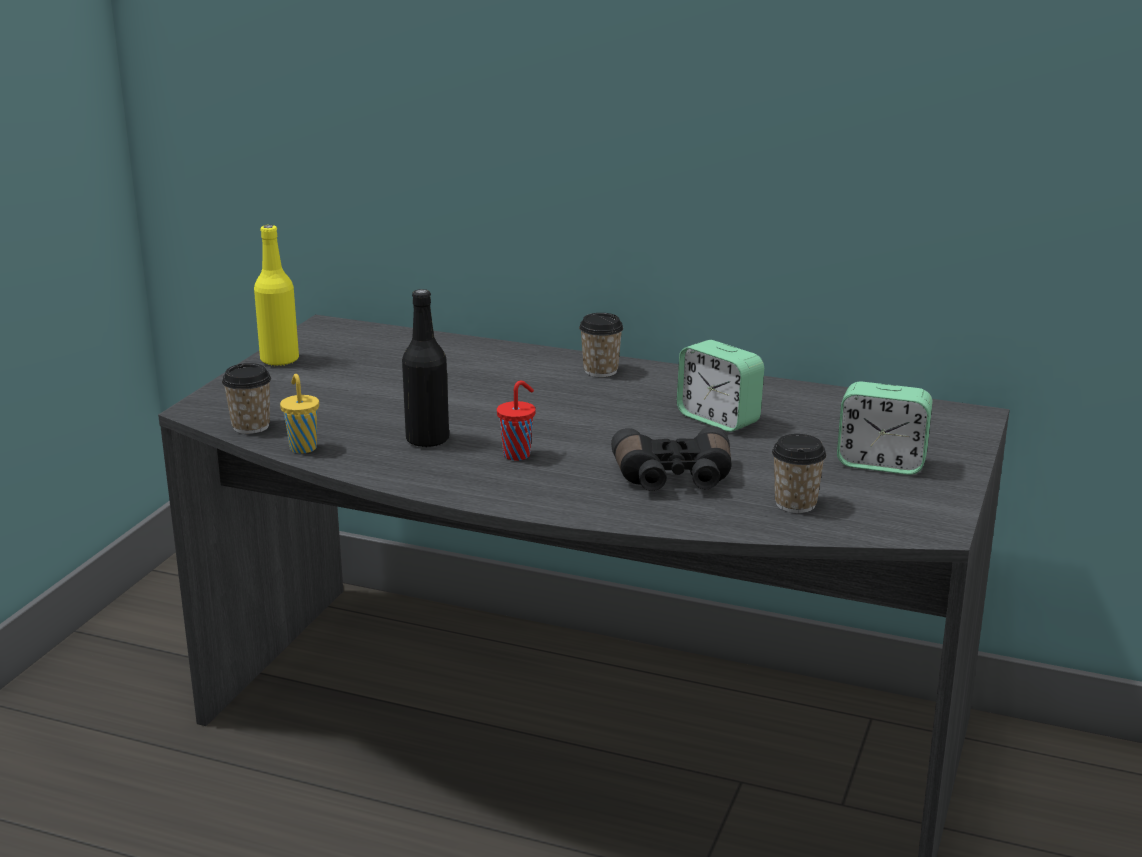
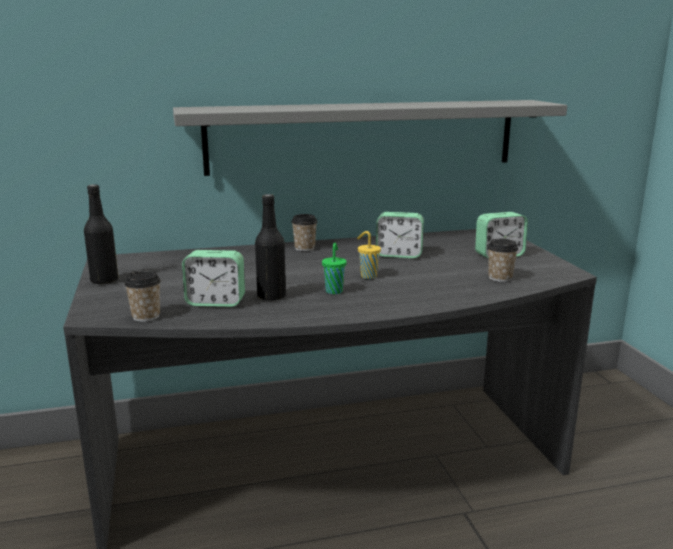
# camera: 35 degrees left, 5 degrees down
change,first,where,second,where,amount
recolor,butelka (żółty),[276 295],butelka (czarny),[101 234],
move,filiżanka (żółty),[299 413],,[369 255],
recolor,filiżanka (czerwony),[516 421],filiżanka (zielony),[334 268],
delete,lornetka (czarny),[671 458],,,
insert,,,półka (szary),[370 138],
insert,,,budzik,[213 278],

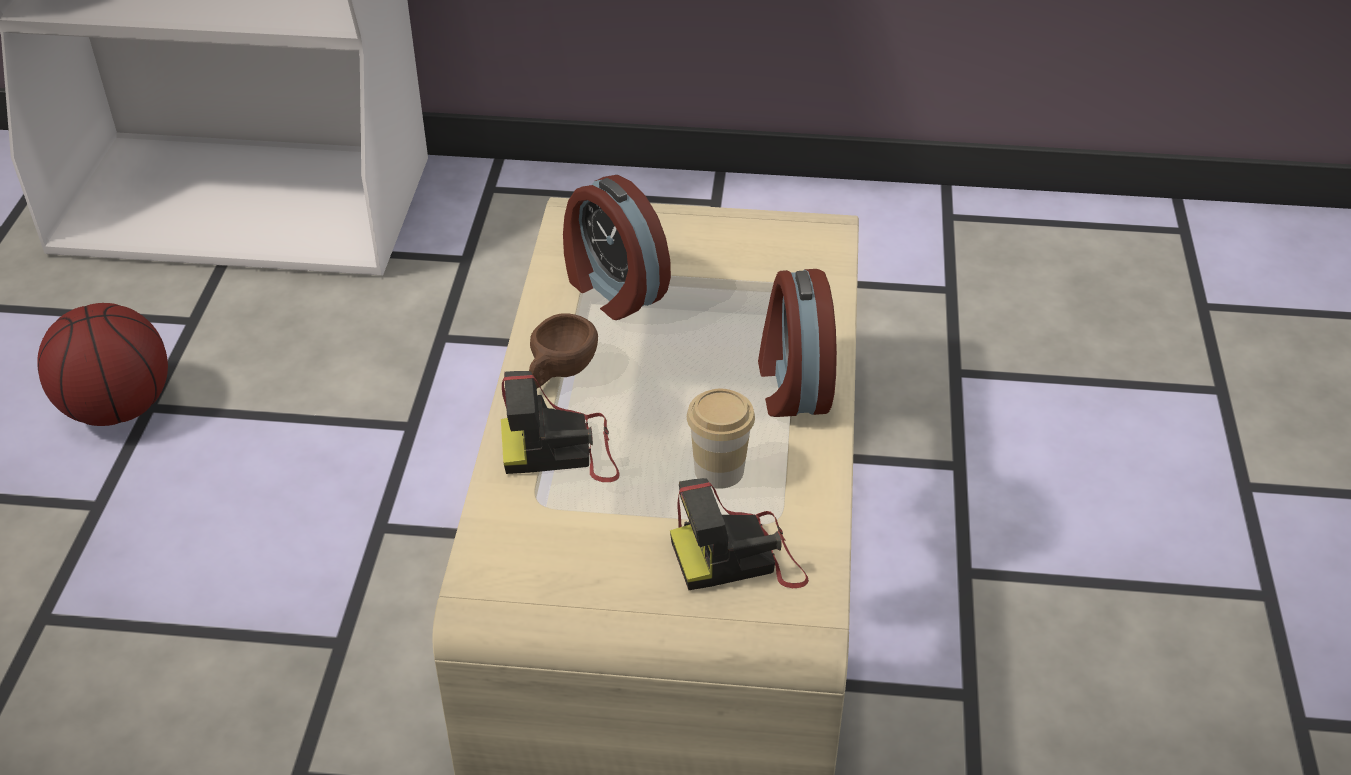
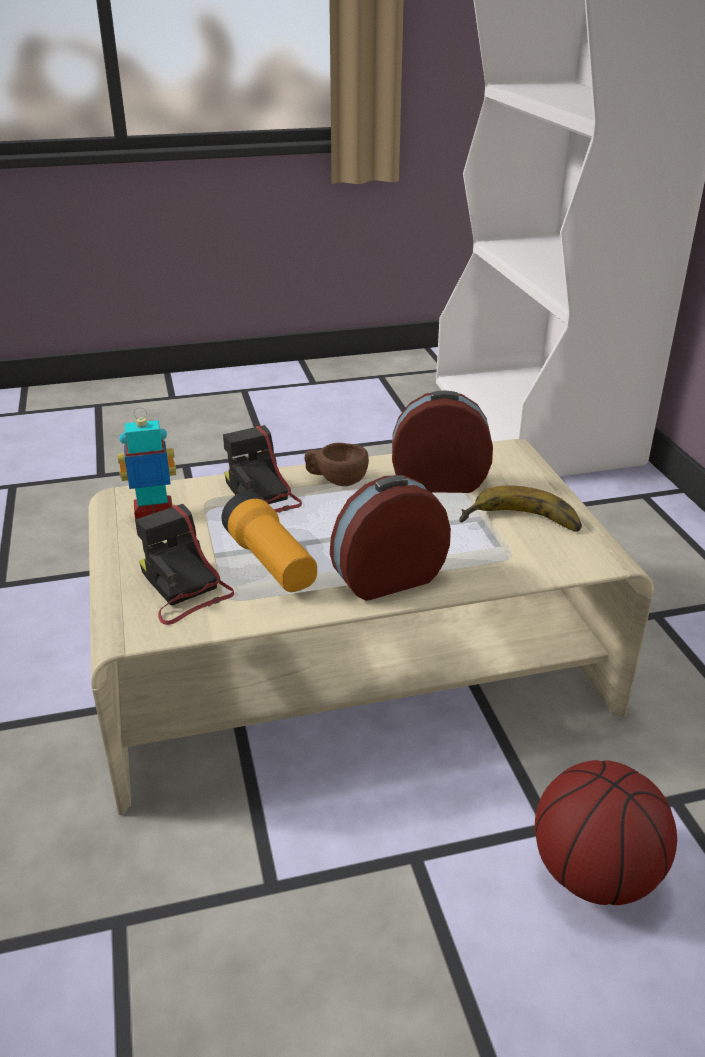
# camera: 70 degrees right, 10 degrees down
change,first,where,second,where,amount
rotate,budzik,[617 247],,[442 441],60 degrees clockwise
move,piłka do koszykówki,[102 364],,[606 832],
replace,filiżanka,[721 439],latarka,[269 542],
insert,,,robot zabawkowy,[146 463],
insert,,,banan,[520 509],

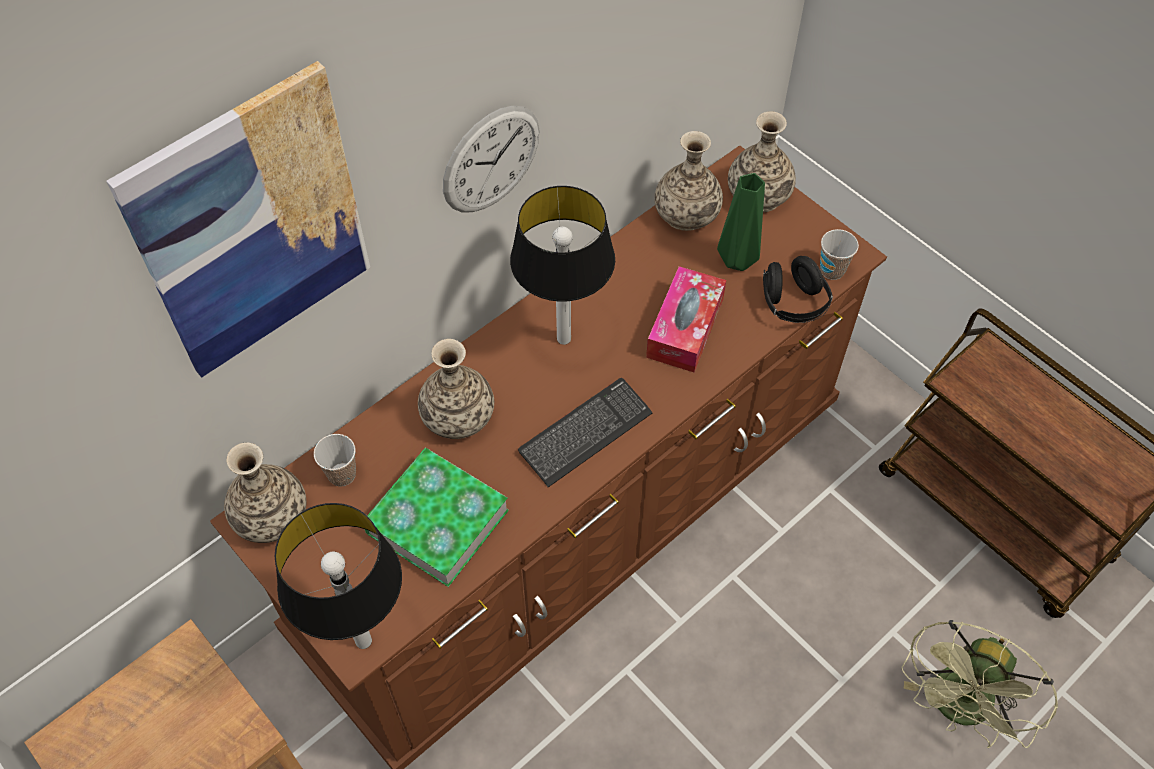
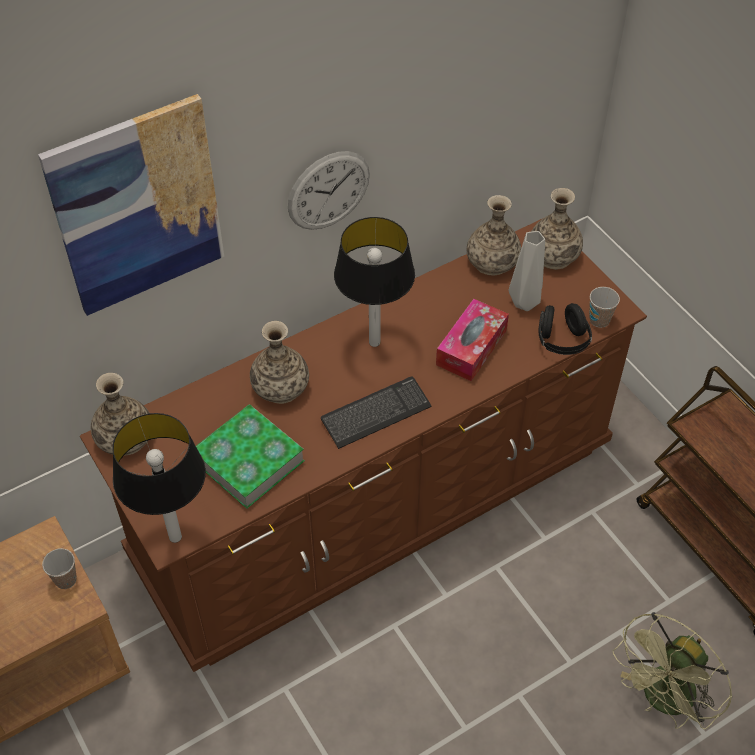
# camera: 10 degrees right, 5 degrees down
change,first,where,second,where,amount
recolor,wazon (zielony),[741 222],wazon (szary),[527 271],
move,filiżanka,[335 460],,[59 568],

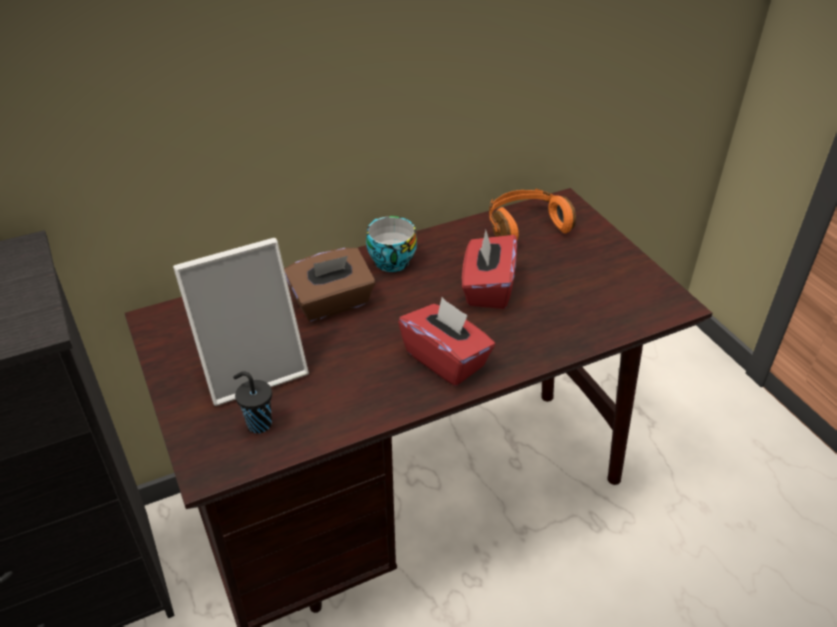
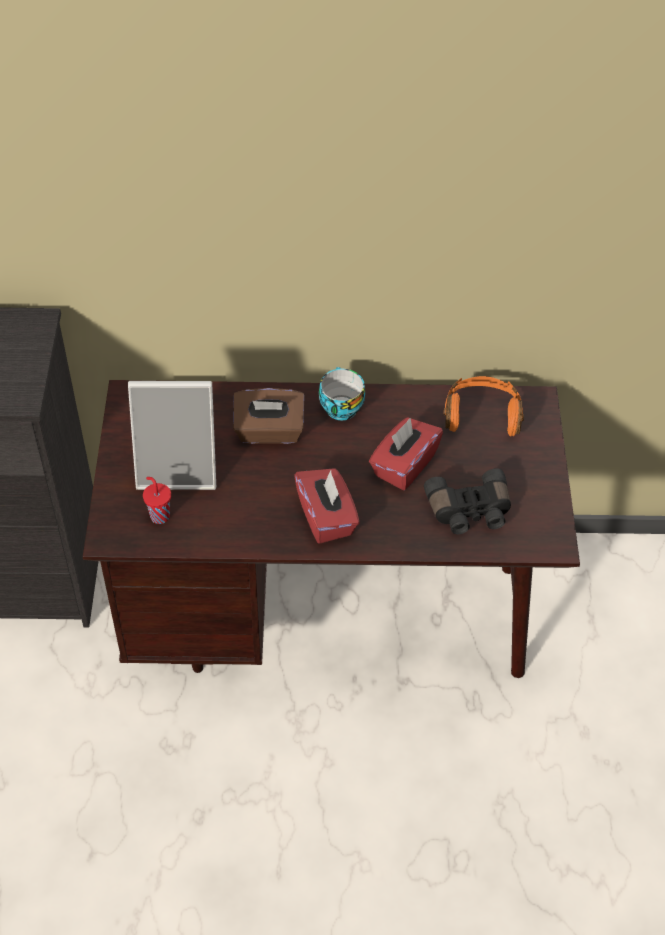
# camera: 25 degrees right, 10 degrees up
change,first,where,second,where,amount
recolor,filiżanka (czarny),[252 402],filiżanka (czerwony),[157 500],
insert,,,lornetka (czarny),[467 501],

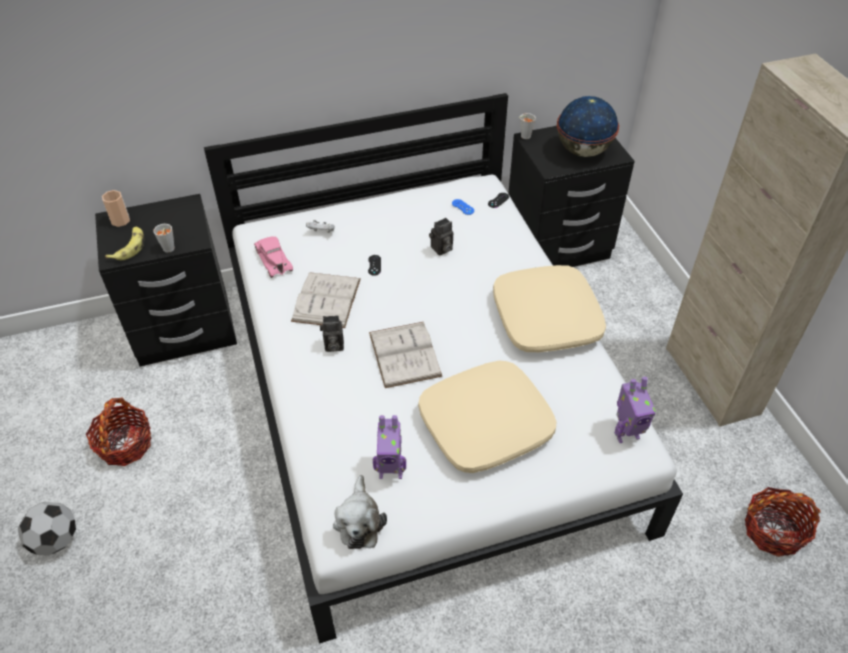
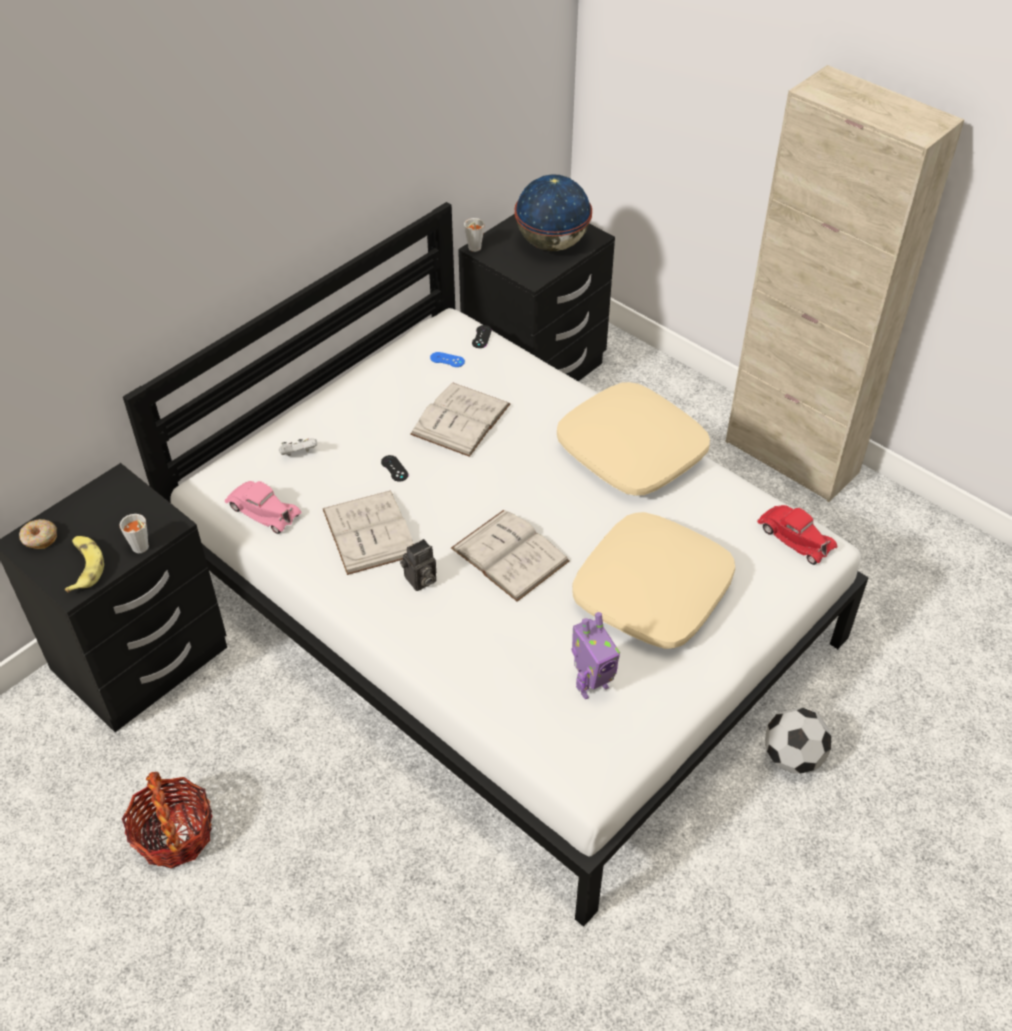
# camera: 30 degrees left, 0 degrees up
change,first,where,second,where,amount
replace,filiżanka,[116 208],donut,[38 534],
replace,aparat fotograficzny,[441 236],książka (biały),[460 419],
replace,robot zabawkowy,[635 410],samochodzik (czerwony),[797 535],
delete,pluszak,[360 512],,,
delete,koszyk,[783 522],,,
move,piłka futbolowa,[47 528],,[798 741],

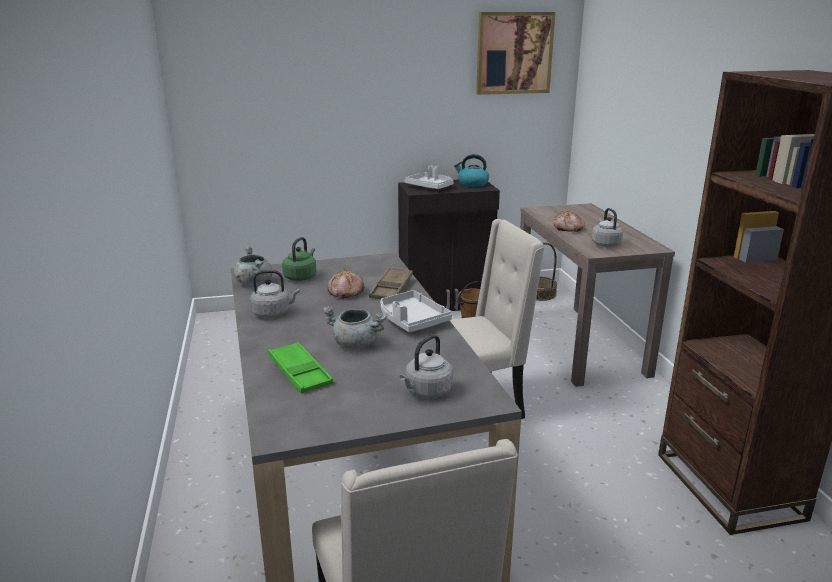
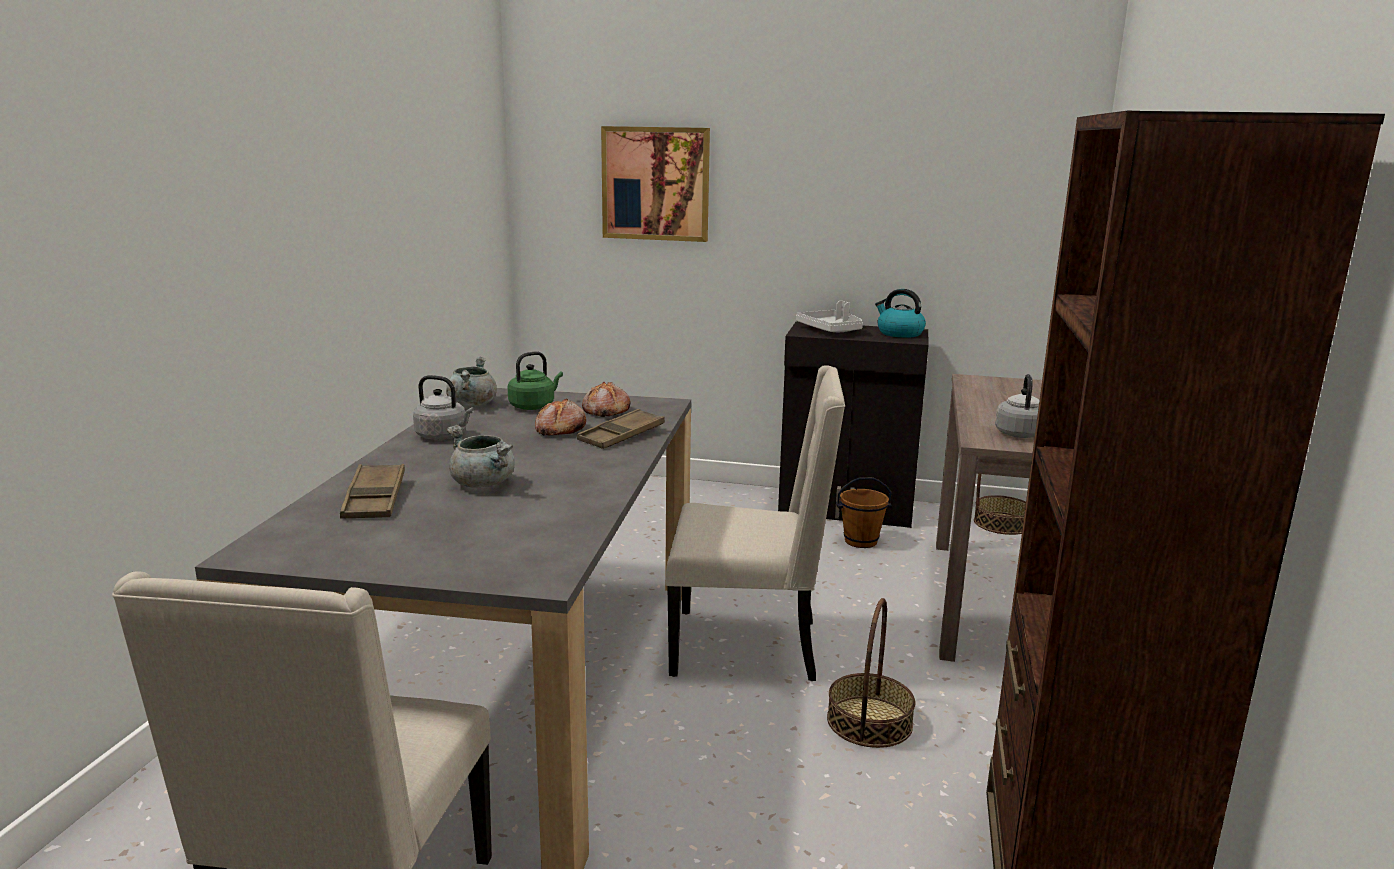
# camera: 25 degrees right, 5 degrees down
change,first,where,second,where,amount
move,obraz,[515 53],,[655 184],
move,chleb,[569 221],,[606 399],
delete,taca (szary),[416 311],,,
delete,czajnik (szary),[426 366],,,
recolor,taca (zielony),[300 367],taca (brązowy),[372 491],
insert,,,koszyk,[871 673],

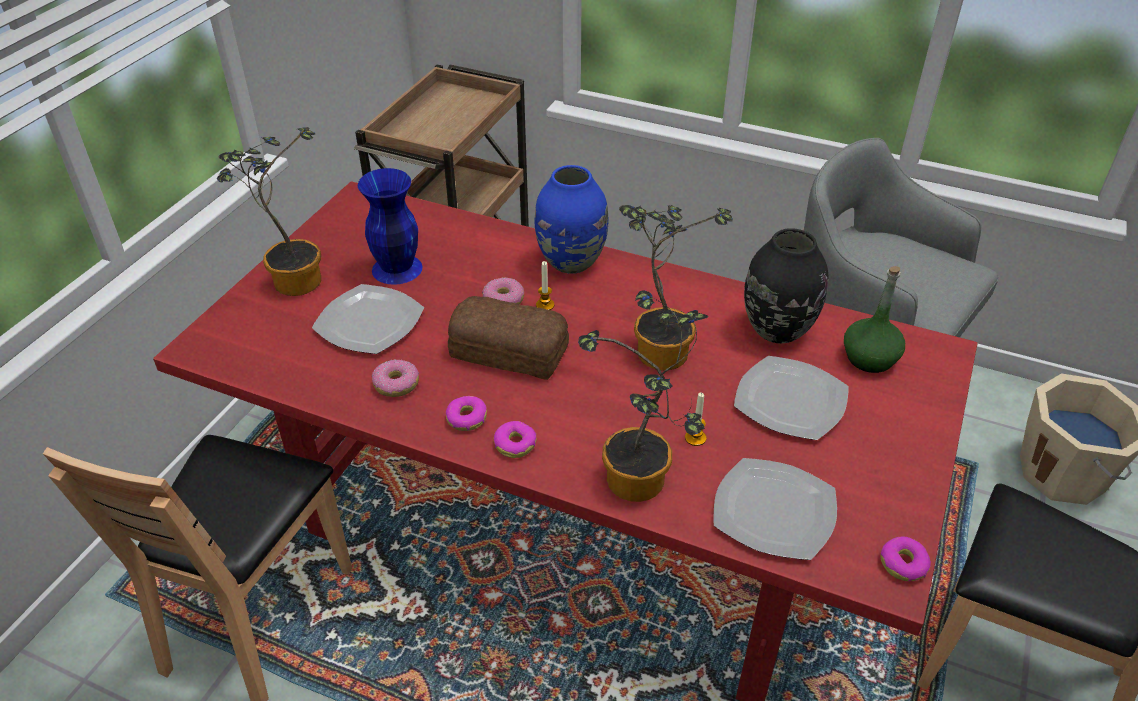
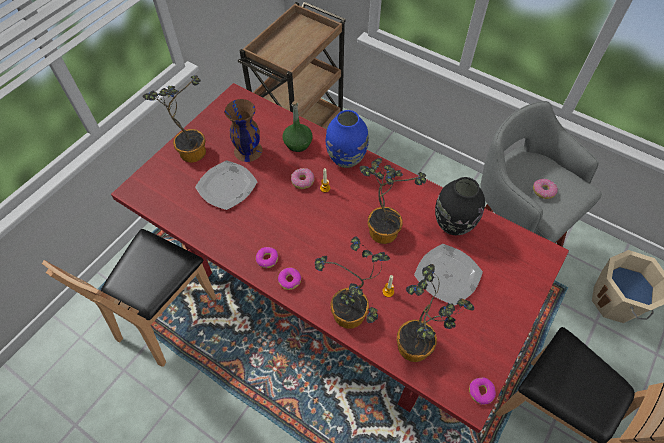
# camera: 10 degrees right, 15 degrees up
change,first,where,second,where,amount
recolor,wazon (niebieski),[390 226],wazon (brązowy),[243 130],
move,butelka (zielony),[874 319],,[298 126],
delete,chleb,[508 338],,,
move,donut,[395 378],,[545 189],
replace,talerz,[775 509],roślina doniczkowa,[435 313],

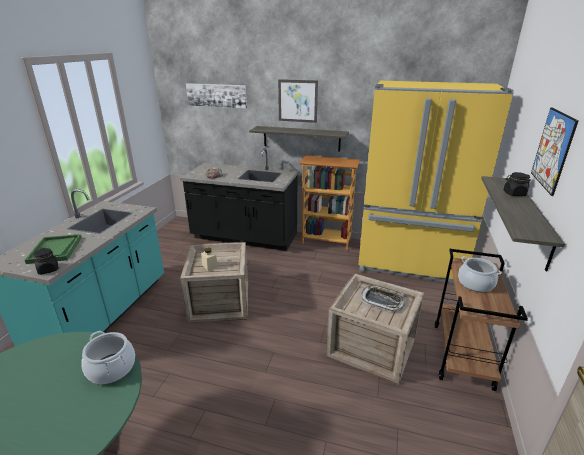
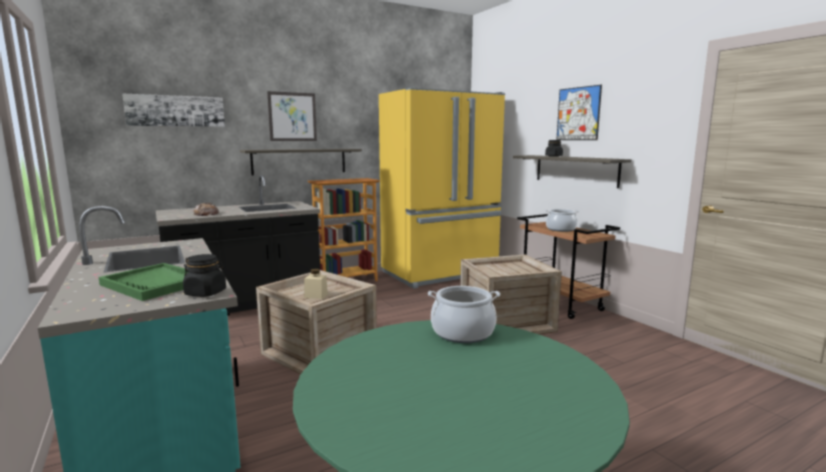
# camera: 45 degrees left, 15 degrees down
change,first,where,second,where,amount
delete,taca,[384 298],,,

